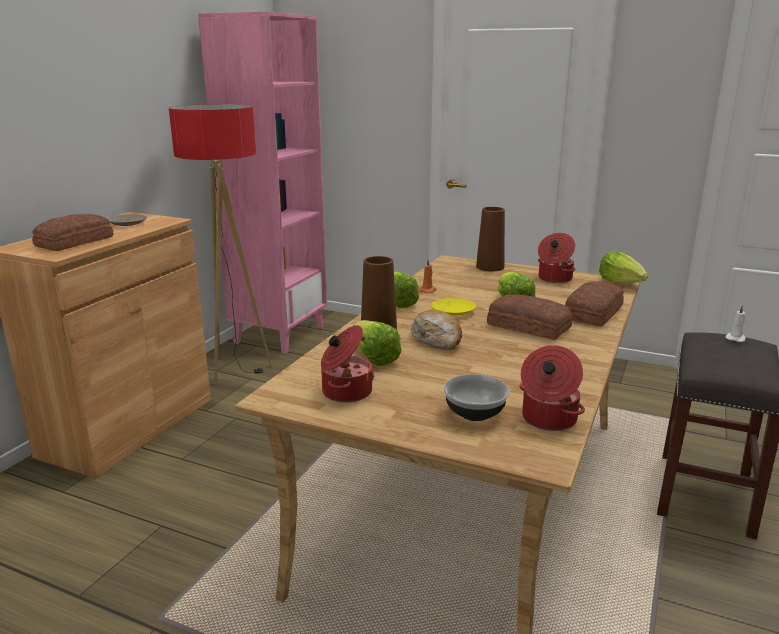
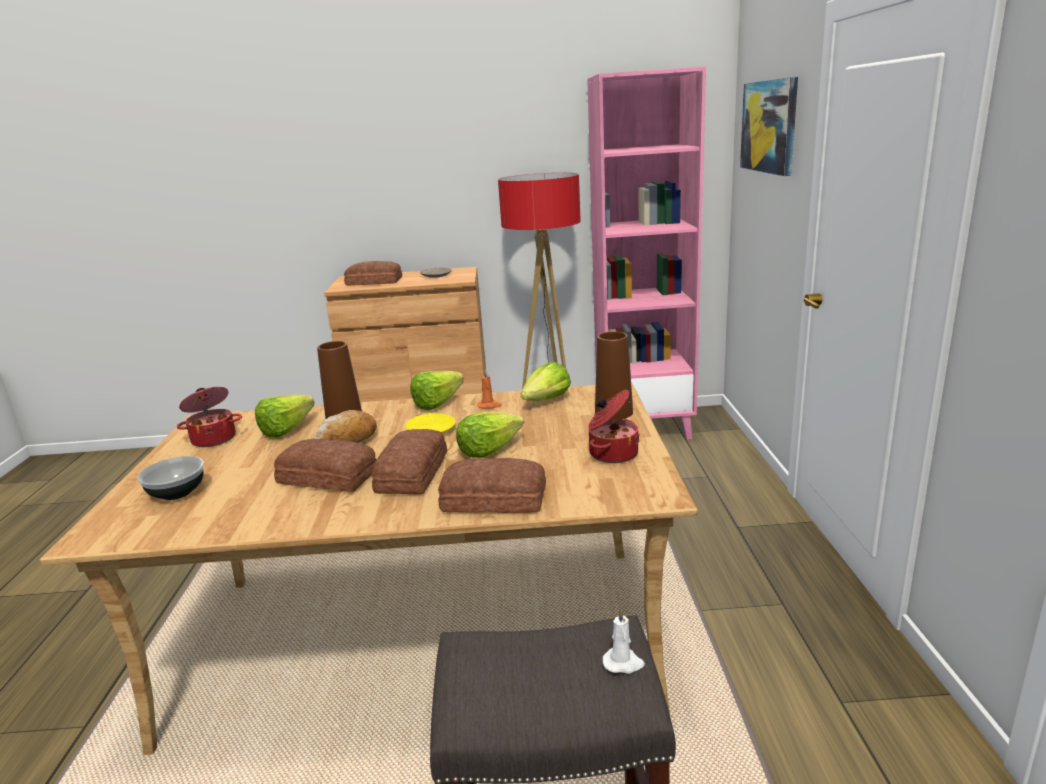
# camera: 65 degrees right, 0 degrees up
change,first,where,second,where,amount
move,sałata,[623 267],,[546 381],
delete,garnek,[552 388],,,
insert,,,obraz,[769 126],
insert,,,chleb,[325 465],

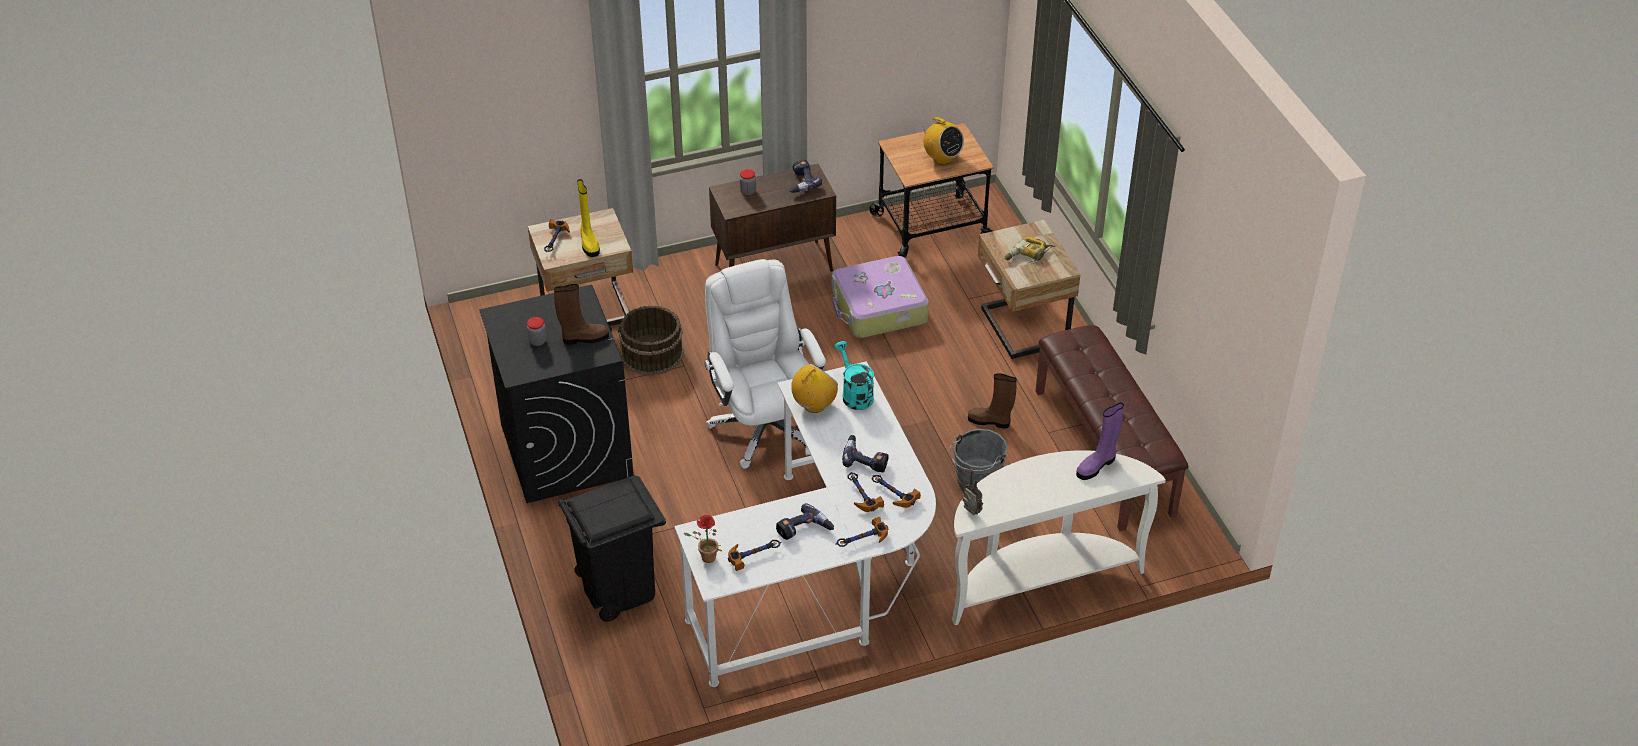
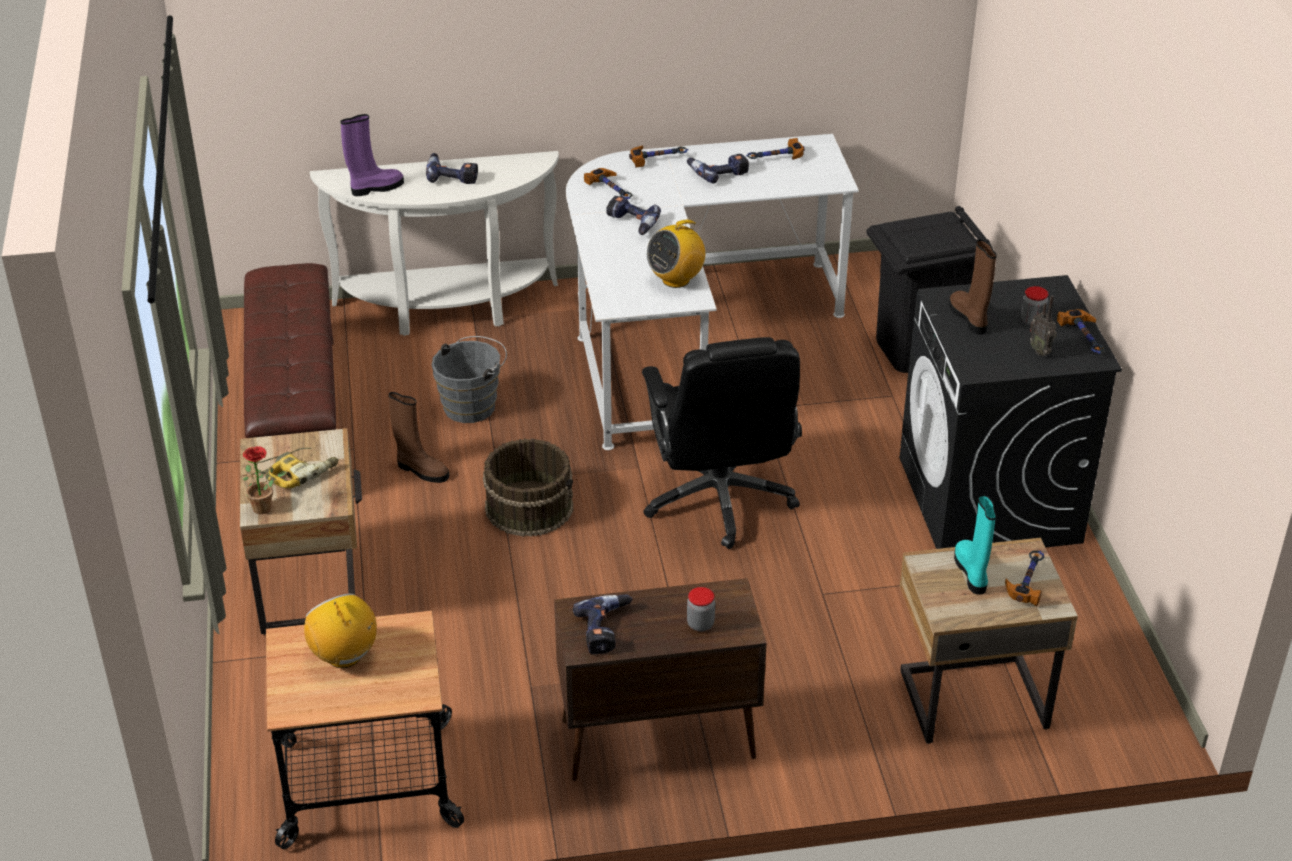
# camera: 170 degrees left, 5 degrees down
change,first,where,second,where,amount
recolor,but z cholewką (żółty),[588 218],but z cholewką (turkusowy),[975 544],
delete,walizka,[880 297],,,
recolor,krzesło biurowe (biały),[765 364],krzesło biurowe (czarny),[722 443],
rotate,but z cholewką (brązowy),[581 314],,[973 287],75 degrees clockwise
move,wiadro (brązowy),[651 340],,[528 487],
delete,konewka (turkusowy),[854 375],,,
move,radio,[972 492],,[1043 325],
move,młotek,[865 492],,[1081 331],
move,roślina doniczkowa,[702 539],,[264 480],
insert,,,wiertarka,[452 168],

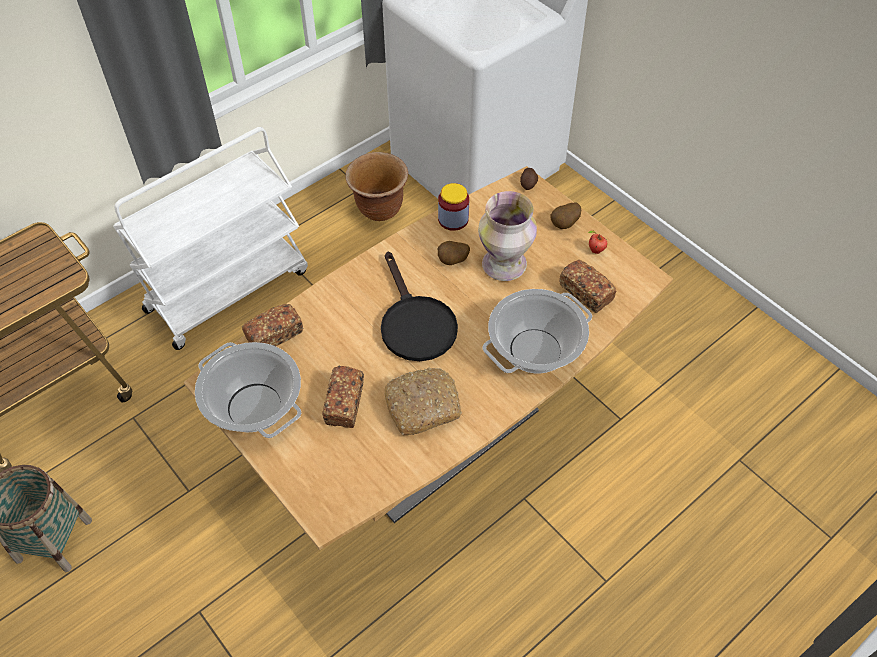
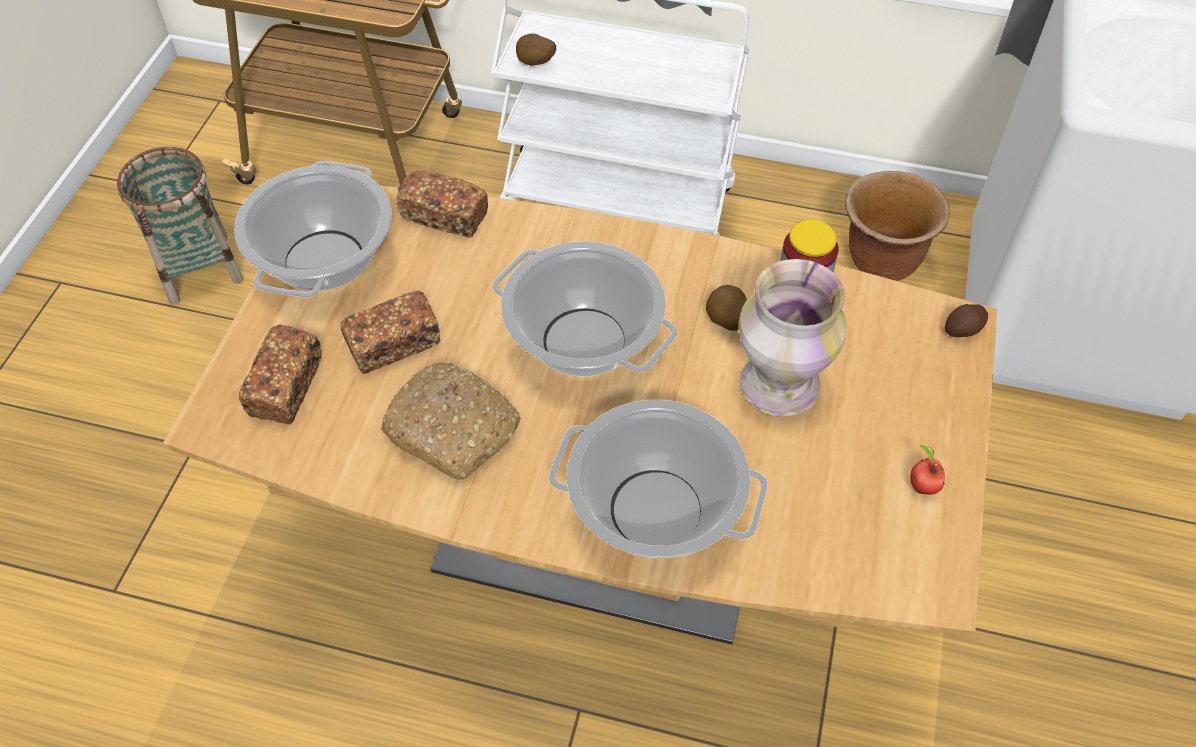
# camera: 55 degrees right, 0 degrees up
change,first,where,second,where,amount
move,ziemniak,[566 216],,[536 50],
replace,patelnia (czarny),[419 306],garnek,[584 309],
move,chleb,[587 286],,[280 374],

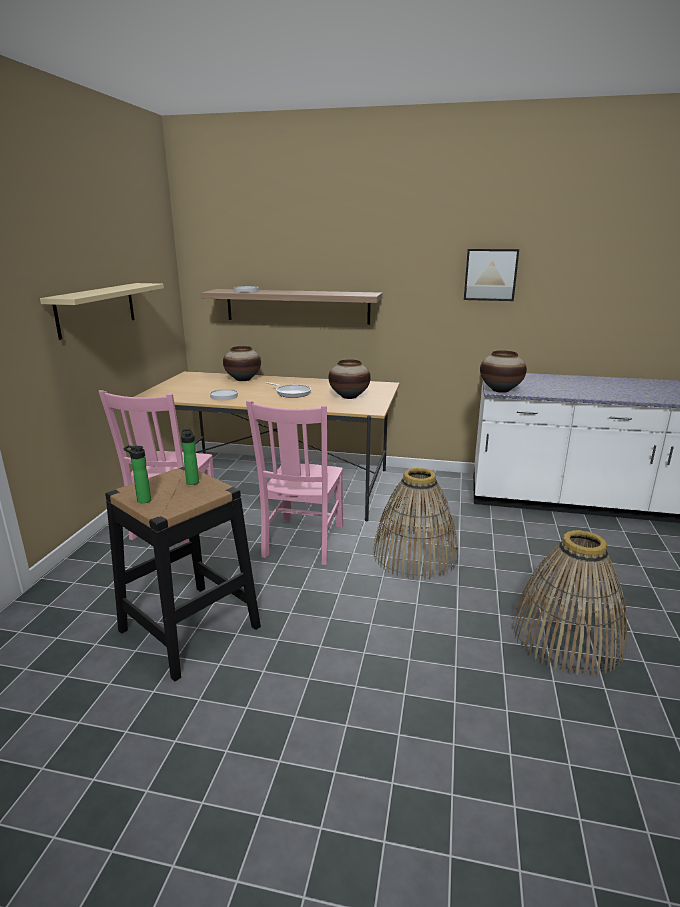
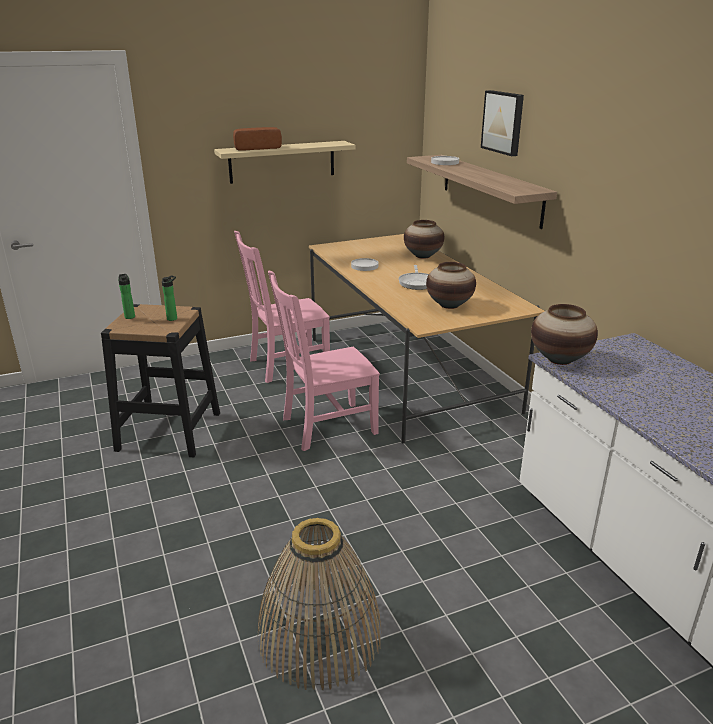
# camera: 55 degrees right, 5 degrees up
change,first,where,second,where,amount
move,obraz,[491 275],,[502 123],
delete,koszyk,[415 524],,,
insert,,,chleb,[257 138],

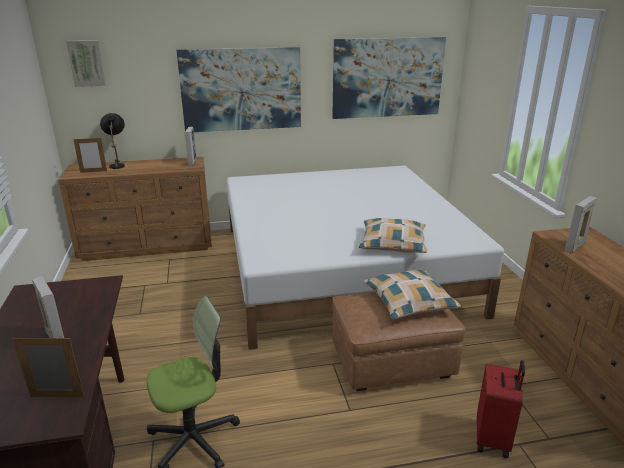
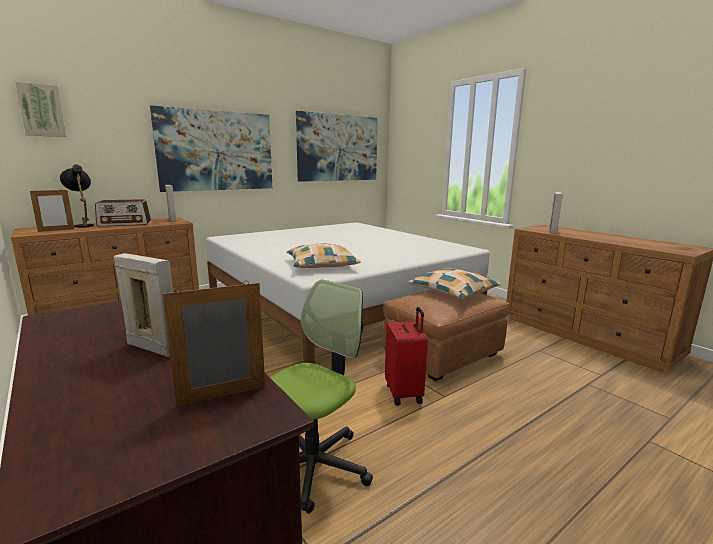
# camera: 25 degrees left, 10 degrees down
change,first,where,second,where,amount
move,poduszka,[393 235],,[324 255],
move,walizka (czerwony),[501 409],,[406 356],
insert,,,radio,[123 213],

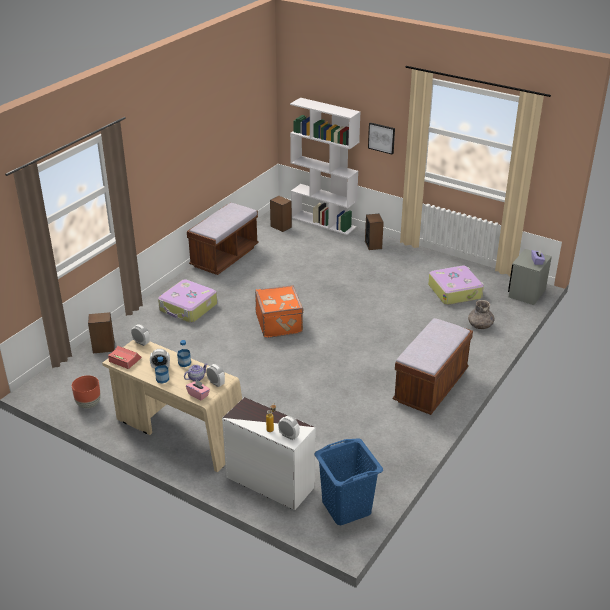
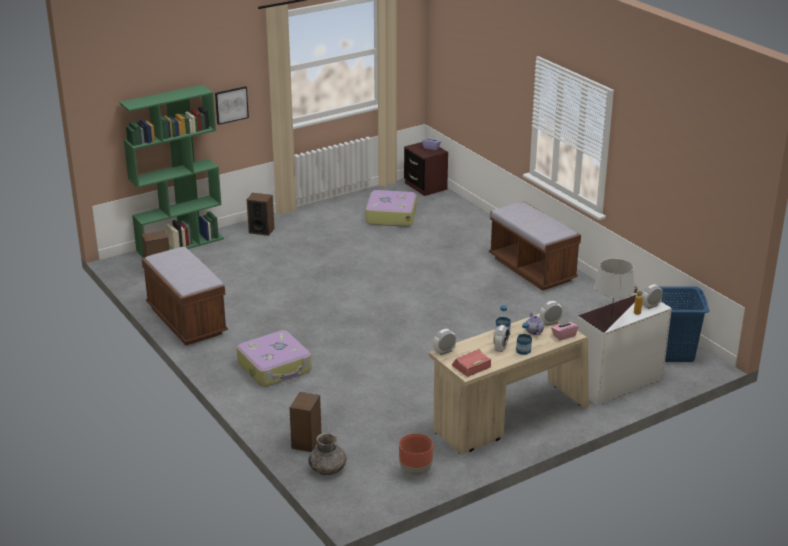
# camera: 65 degrees left, 5 degrees down
change,first,where,second,where,amount
recolor,regał (biały),[325 166],regał (zielony),[171 171],
recolor,szafka nocna (szary),[530 277],szafka nocna (brązowy),[426 169],
delete,walizka (pomarańczowy),[279 311],,,
move,wazon (szary),[481 314],,[327 454],
insert,,,lampa stołowa (szary),[614 289],

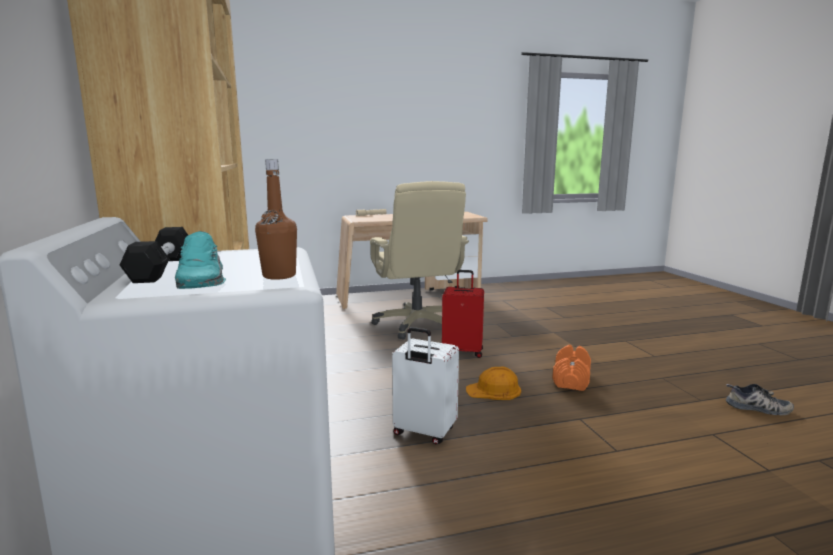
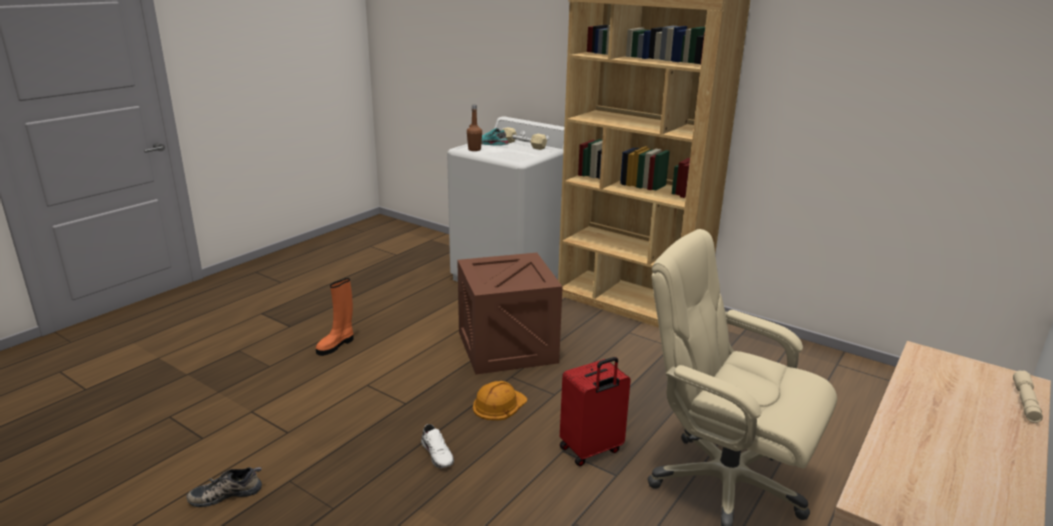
# camera: 140 degrees right, 10 degrees up
change,first,where,second,where,amount
recolor,hantel (czarny),[154 255],hantel (beżowy),[524 138],
replace,walizka (biały),[425 385],skrzynka,[510 314],
replace,hantel (pomarańczowy),[572 368],but (biały),[437 446],
insert,,,but z cholewką (pomarańczowy),[335 317],

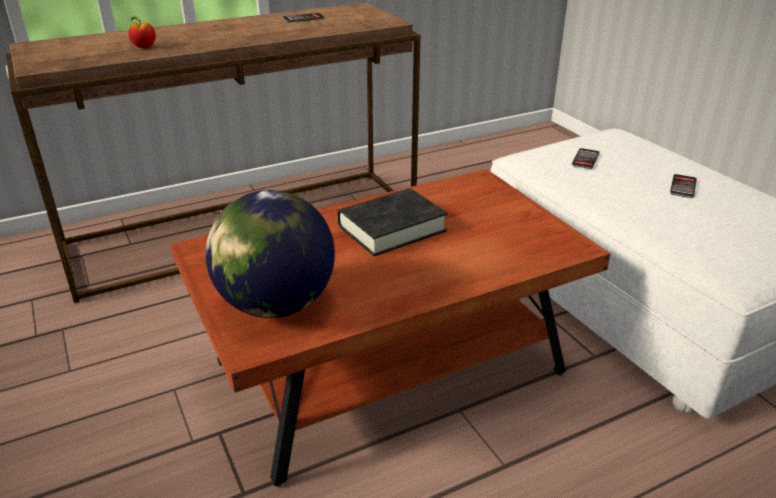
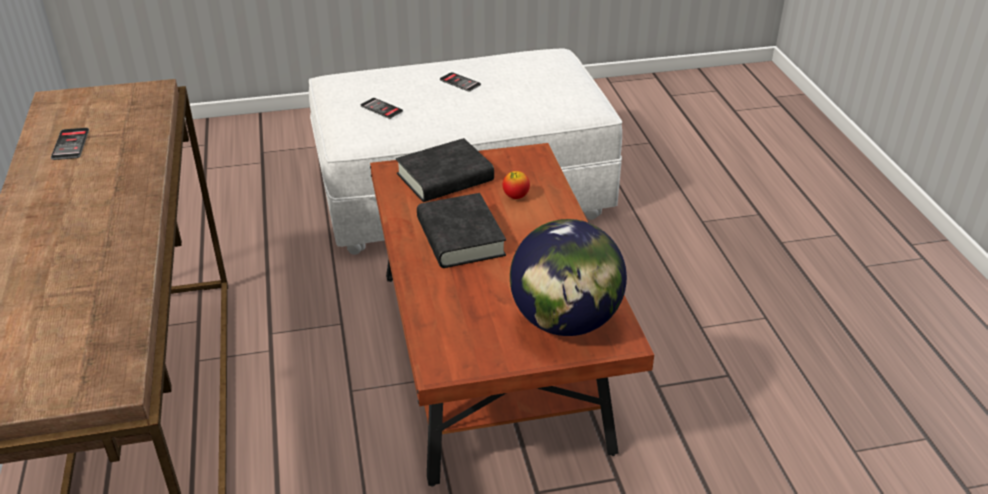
# camera: 75 degrees left, 5 degrees up
change,first,where,second,where,amount
move,jabłko,[142 32],,[516 185],
insert,,,książka (czarny),[445 170],

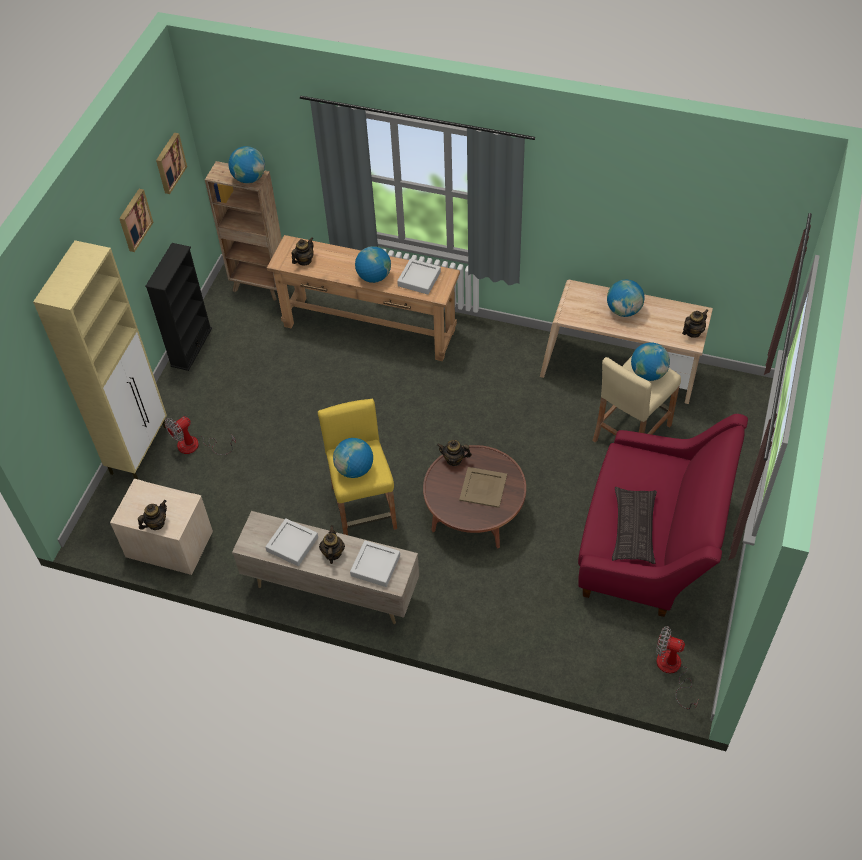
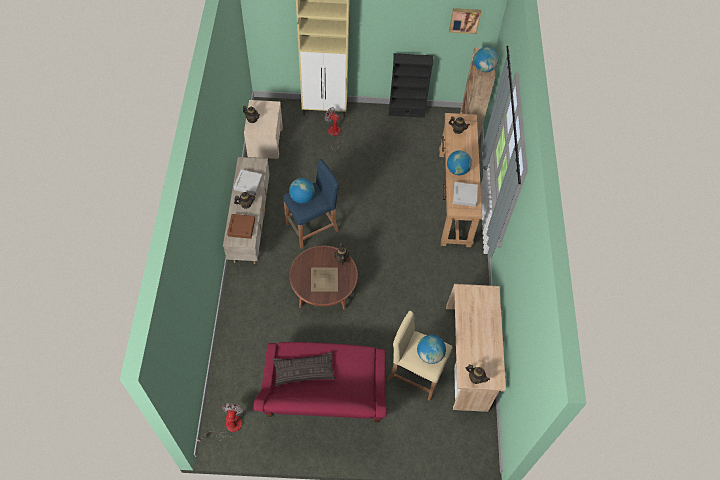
# camera: 70 degrees right, 5 degrees up
change,first,where,second,where,amount
delete,obraz,[136 220],,,
delete,globus,[625 298],,,
recolor,stołek (żółty),[357 467],stołek (niebieski),[311 204],
recolor,taca (szary),[375 564],taca (brązowy),[241 226],

